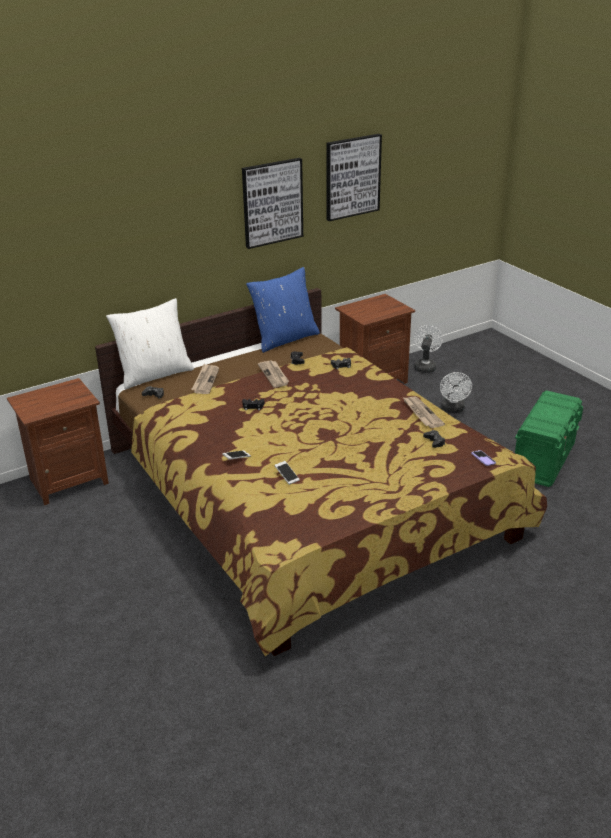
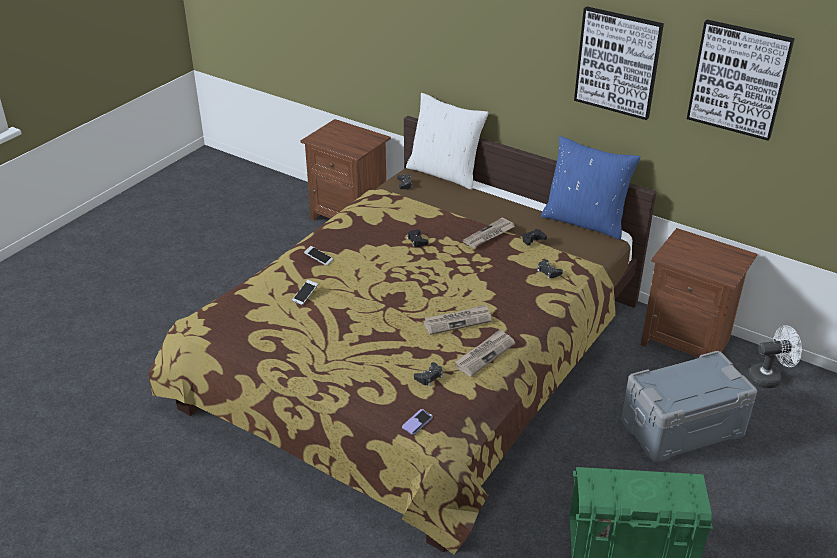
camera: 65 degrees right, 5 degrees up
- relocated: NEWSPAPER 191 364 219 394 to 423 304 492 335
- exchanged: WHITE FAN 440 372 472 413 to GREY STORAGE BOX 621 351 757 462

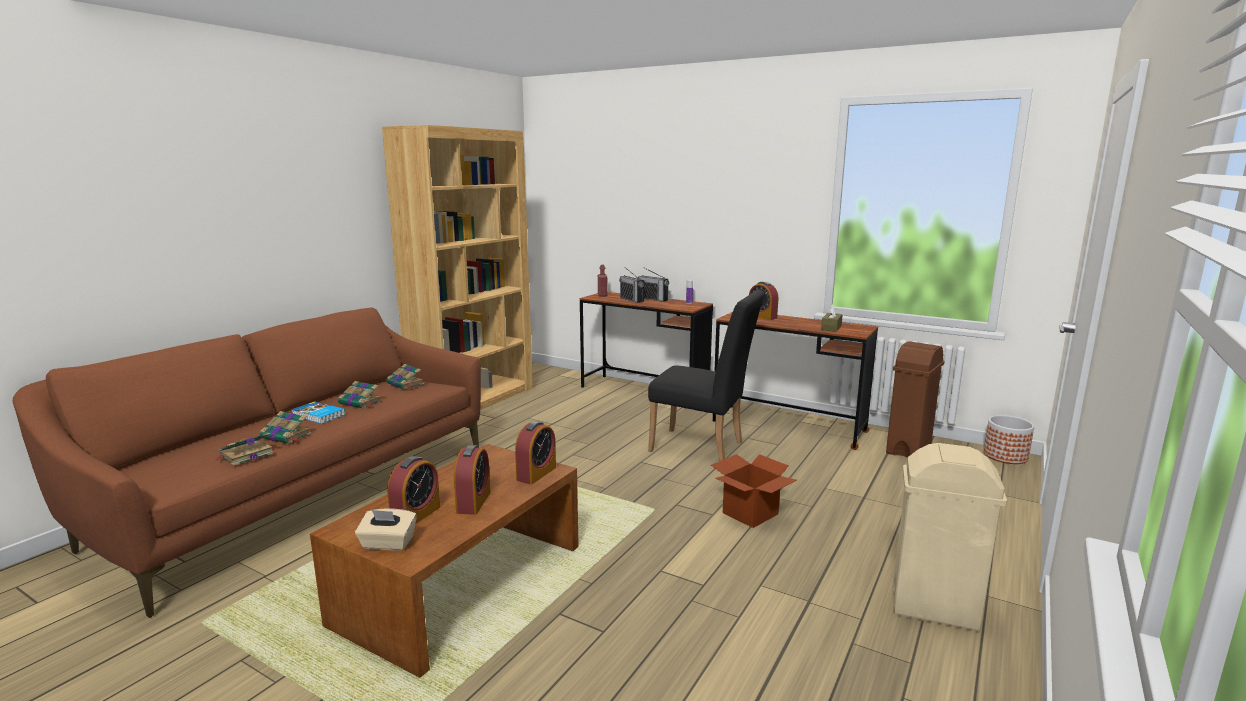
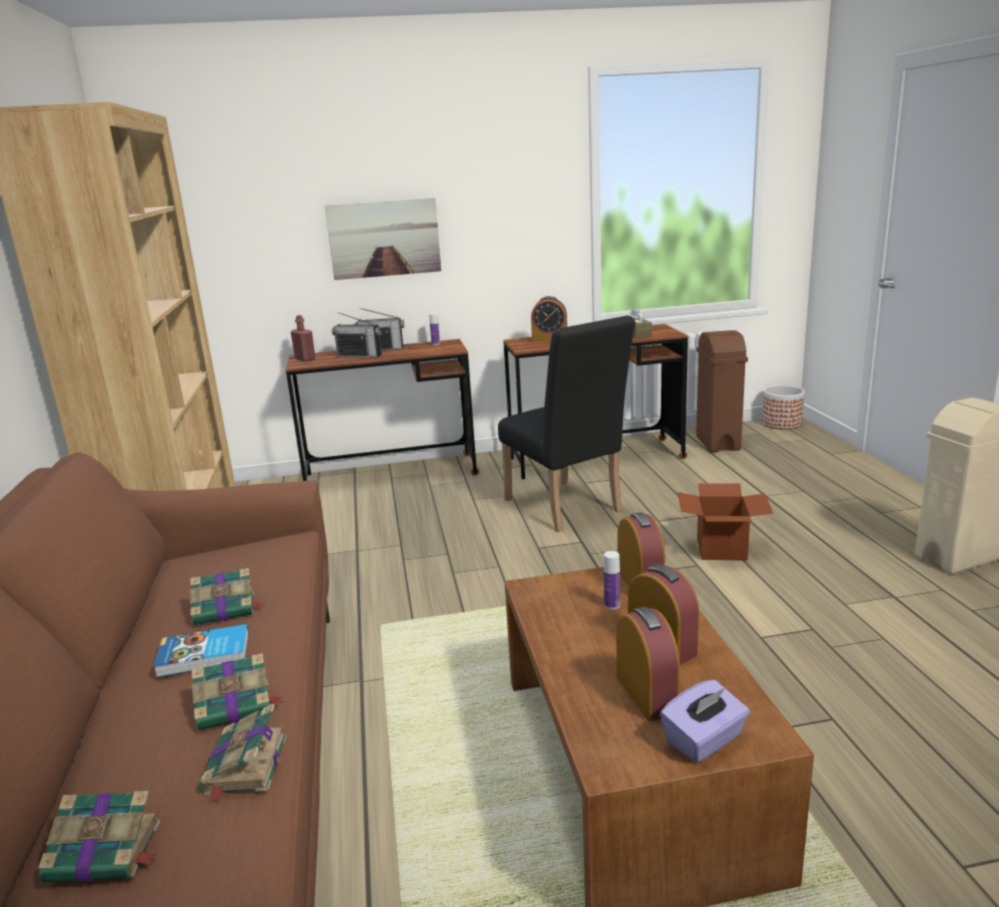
camera: 40 degrees left, 5 degrees up
- relocated: BOOK 386 364 424 390 to 38 791 160 882
- appeared: PICTURE 325 197 441 280
- spun: BLACK CHAIR 648 290 765 461 = 498 316 635 532 75 degrees clockwise
- appeared: BOTTLE 604 551 620 610
- colour: BEIGE TISSUE BOX 355 509 417 551 to PURPLE TISSUE BOX 660 680 750 763

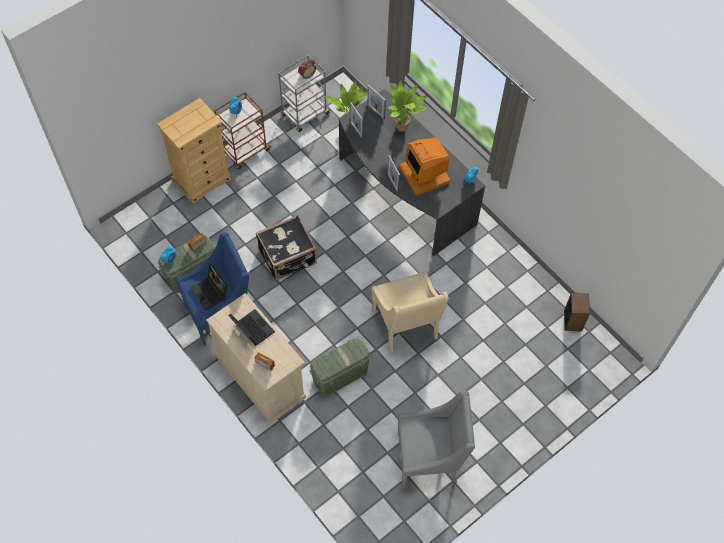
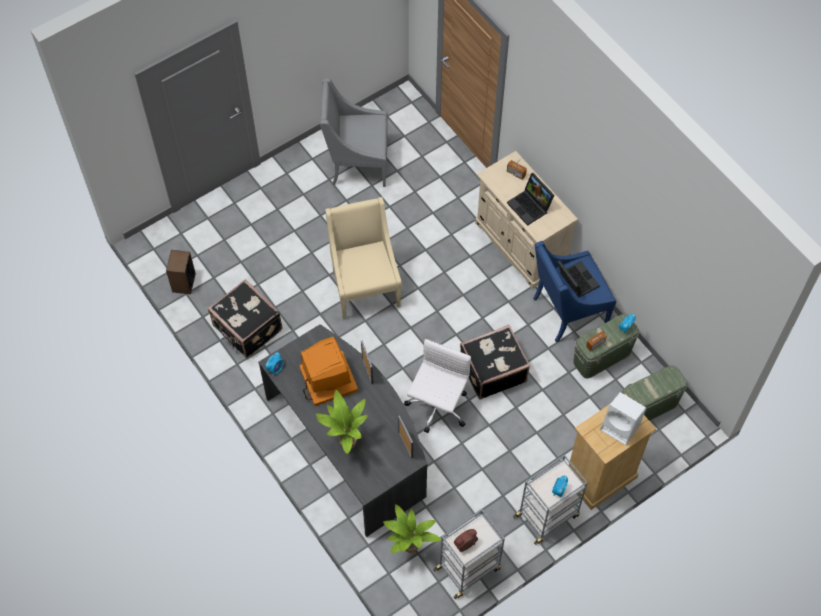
camera: 175 degrees left, 0 degrees up
- appeared: BLACK SUITCASE 208 279 283 358
- appeared: WHITE OFFICE CHAIR 404 339 471 433
- colour: BROWN CART 214 92 271 170 to GREY CART 513 455 588 545
- appeared: WHITE SPEAKER 600 392 646 445
- relocated: GREEN STORAGE BOX 309 338 371 397 to 621 365 687 421
- missing: PICTURE FRAME 367 85 386 119

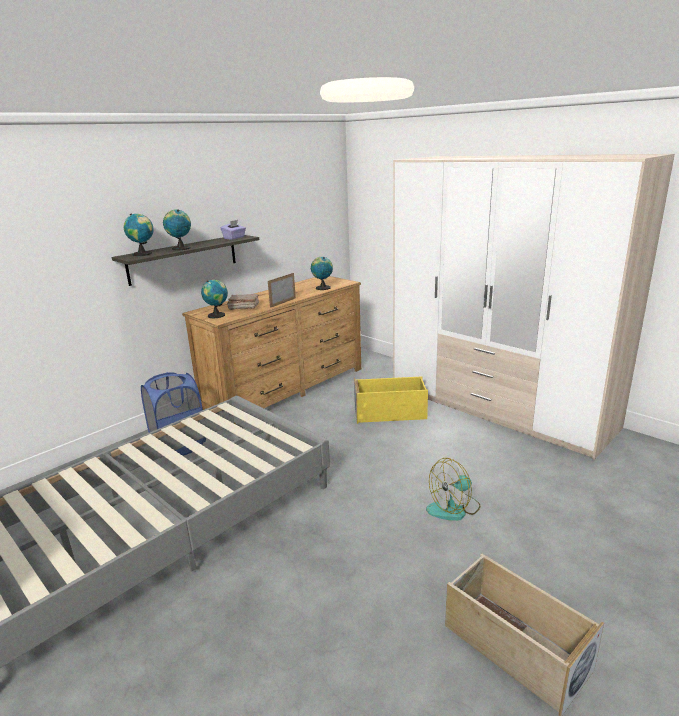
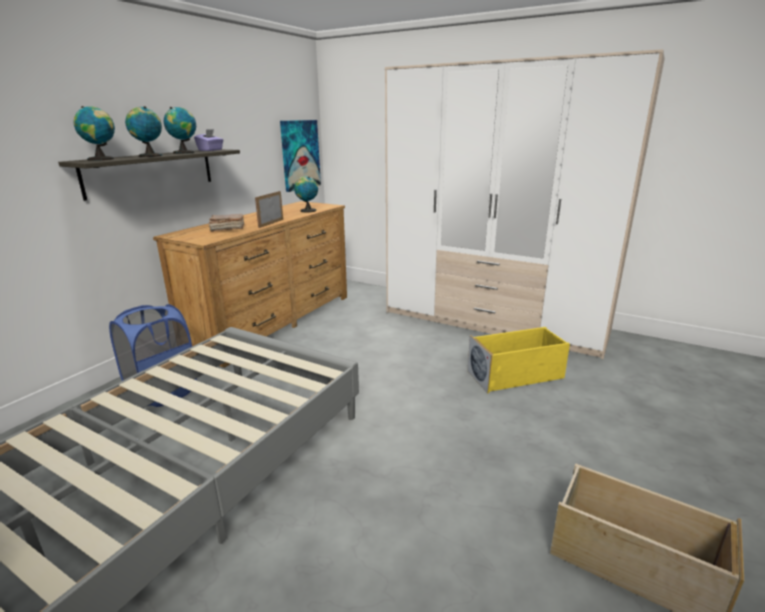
camera: 15 degrees left, 0 degrees up
- relocated: GLOBE 201 280 228 318 to 164 107 196 154
- appeared: PICTURE 280 120 321 192
- relocated: YELLOW STORAGE BOX 354 376 428 424 to 467 327 570 393
- missing: FAN 426 458 480 521

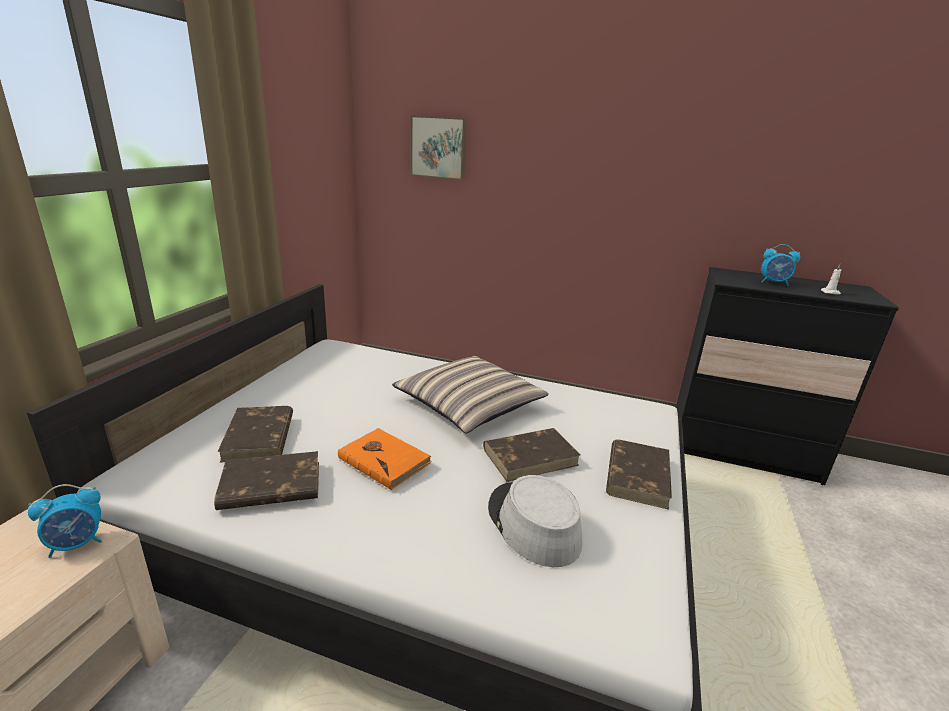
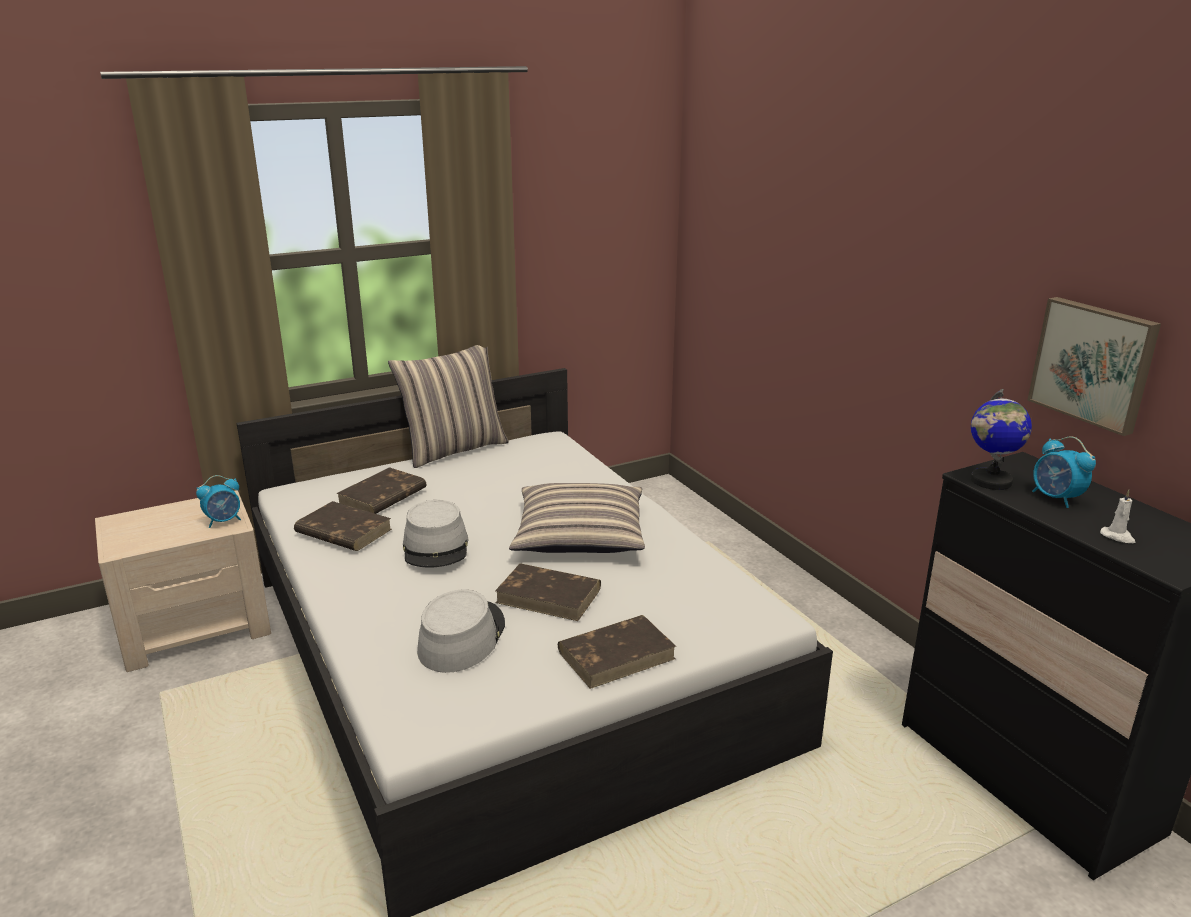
camera: 45 degrees right, 0 degrees up
- spun: ALARM CLOCK 28 484 102 558 = 196 475 241 528 45 degrees counterclockwise
- appeared: PILLOW 388 345 509 468
- exchanged: ORANGE BOOK 338 428 432 490 to GREY HAT 403 500 469 568
- appeared: GLOBE 971 389 1032 490
- relocated: PICTURE 410 115 467 180 to 1027 297 1161 436

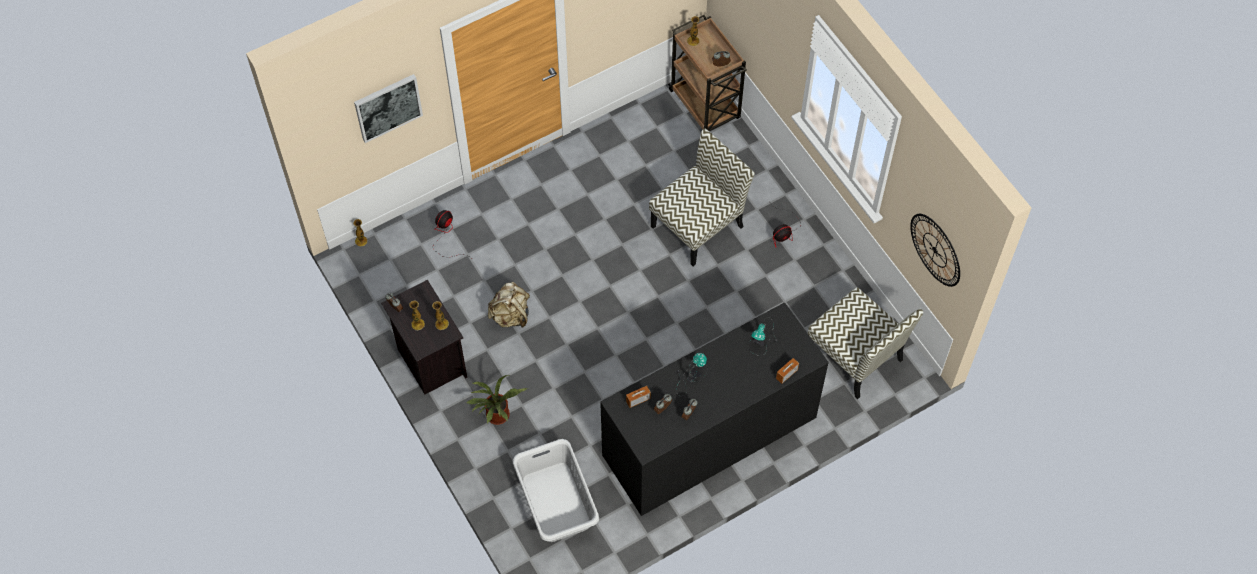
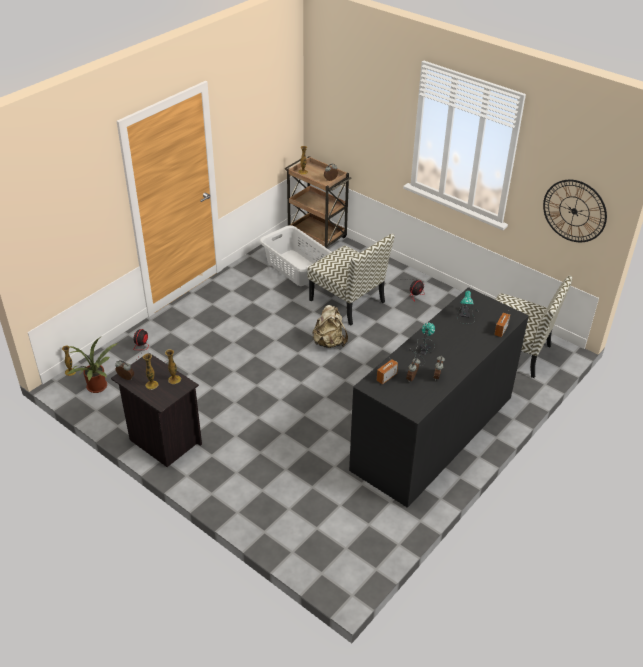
camera: 20 degrees left, 20 degrees down
- relocated: POTTED PLANT 466 375 528 425 to 67 337 118 393
- relocated: GREY LAUNDRY BASKET 512 439 599 542 to 259 225 331 286
- spun: CHAIR 649 129 755 266 = 308 234 395 325 105 degrees clockwise
- relocated: BEIGE BACKPACK 488 282 530 328 to 313 305 348 348
- missing: PICTURE 354 74 423 143

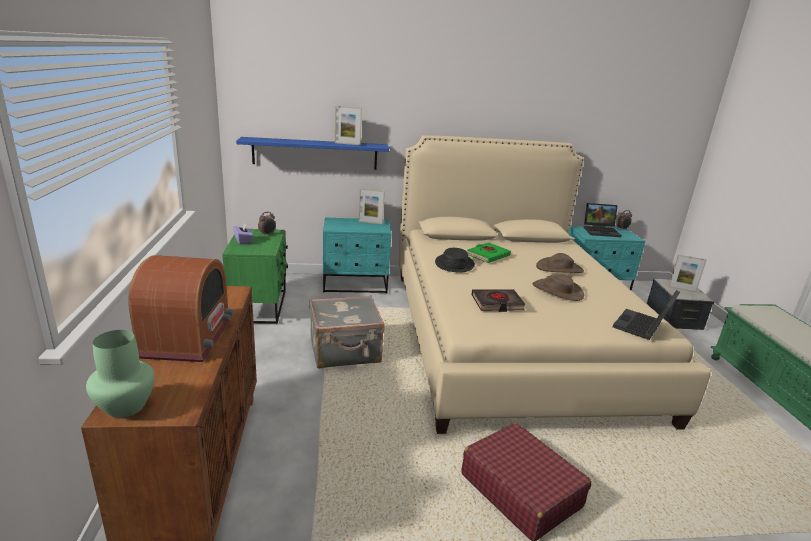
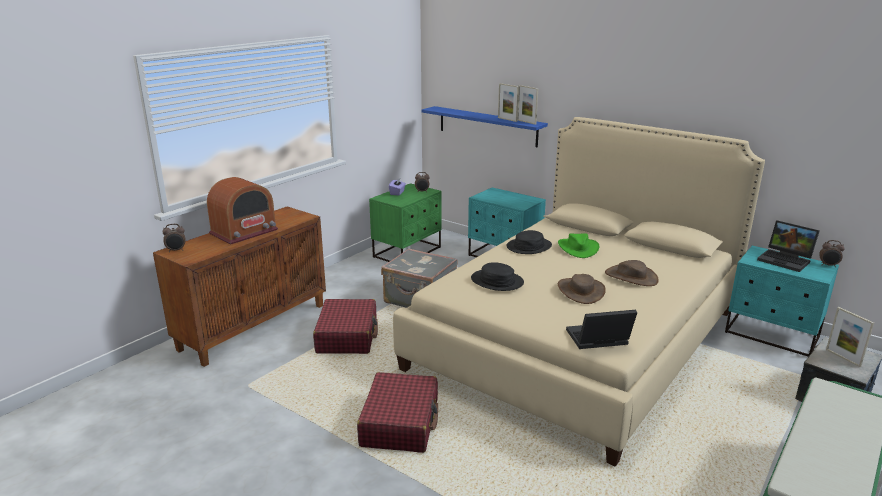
camera: 45 degrees right, 0 degrees up
- exchanged: GREEN VASE 86 330 155 418 to ALARM CLOCK 163 224 186 252
- appeared: RED SUITCASE 313 299 378 354
- exchanged: BLACK BOOK 471 289 526 312 to BLACK HAT 471 262 524 291
- relocated: PICTURE FRAME 359 188 385 224 to 517 85 538 125
- exchanged: GREEN BOOK 467 242 511 263 to GREEN HAT 558 233 599 258

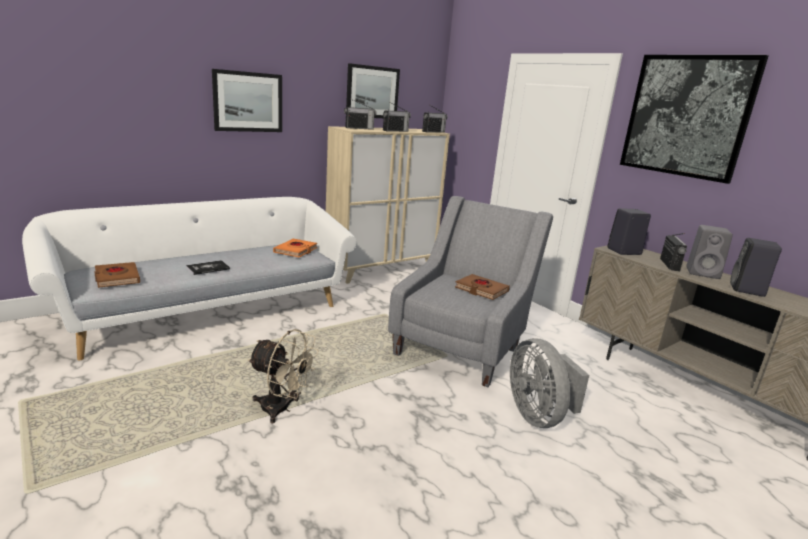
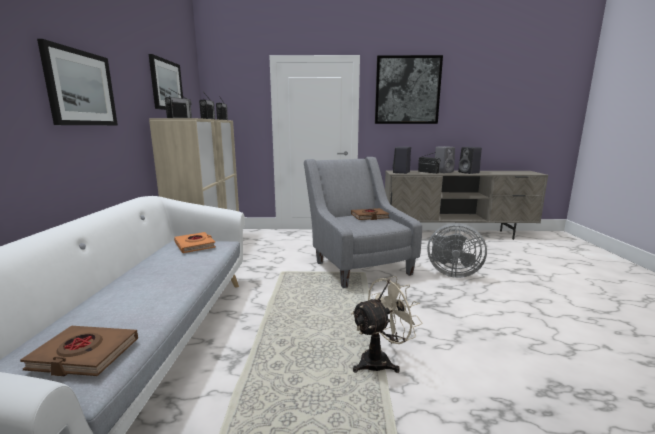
camera: 50 degrees left, 5 degrees down
- missing: BOOK 186 260 230 275

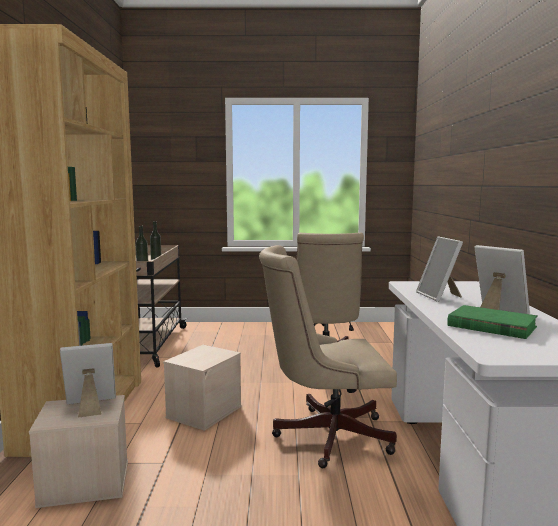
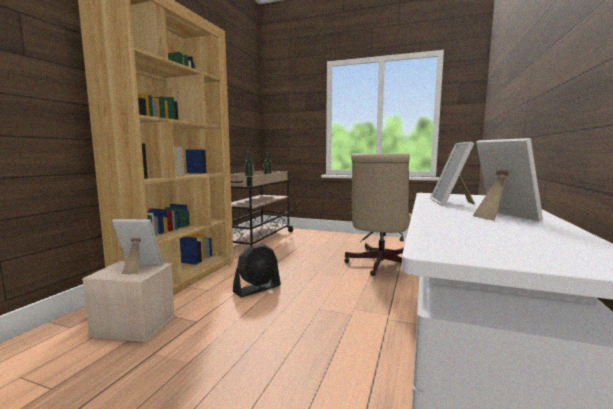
camera: 20 degrees right, 0 degrees up
- exchanged: BEIGE STORAGE BOX 163 345 241 431 to BLACK FAN 233 244 281 297
- missing: BEIGE OFFICE CHAIR 259 245 397 468
- missing: GREEN BOOK 447 305 538 339

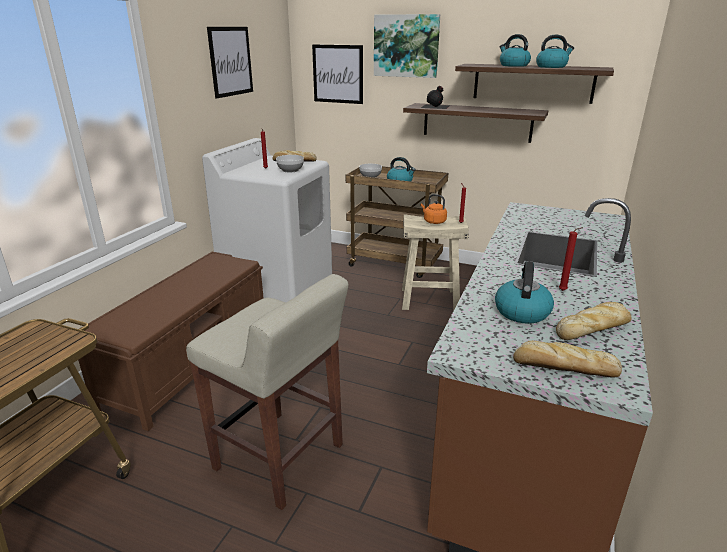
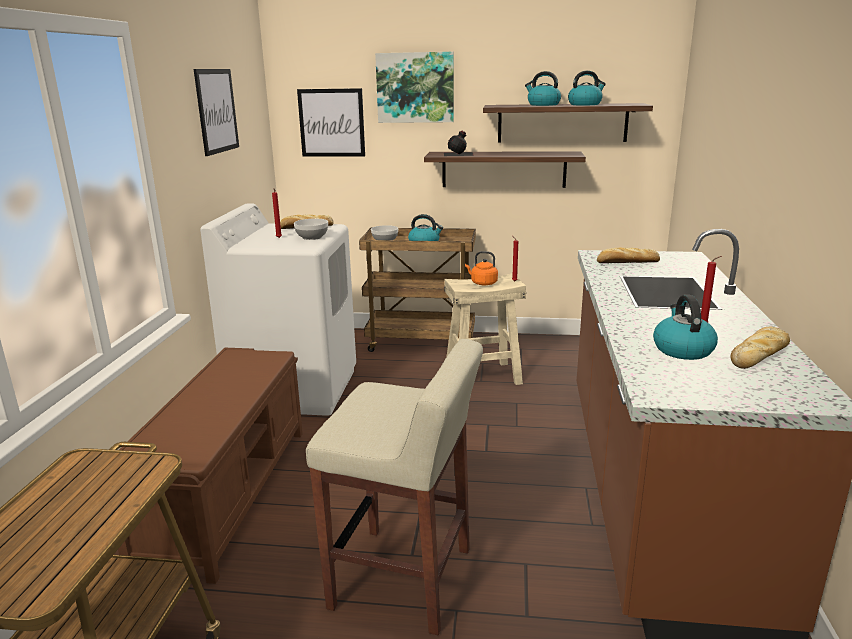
camera: 15 degrees left, 5 degrees down
- relocated: BREAD 513 340 622 378 to 597 248 660 263

